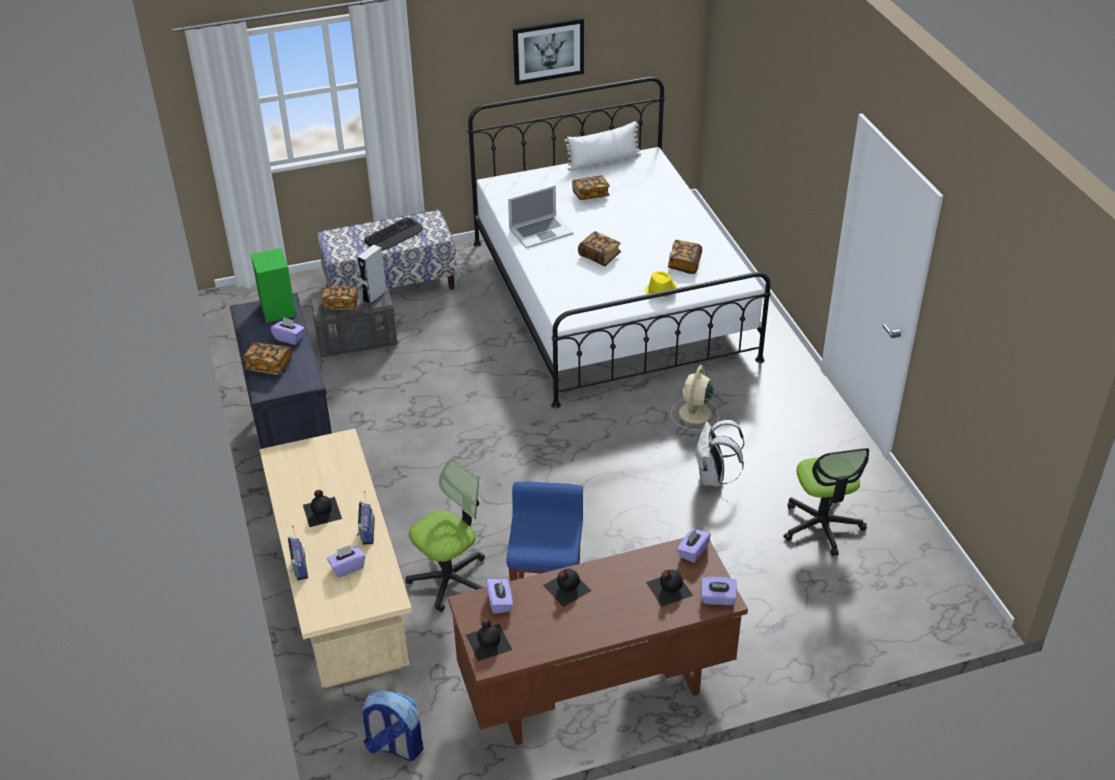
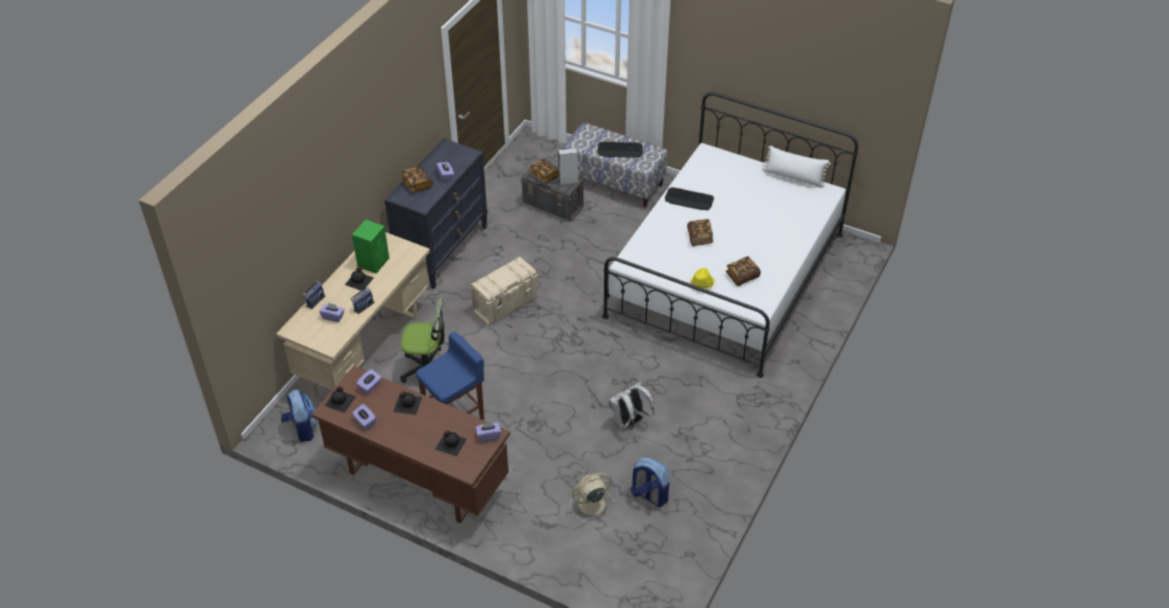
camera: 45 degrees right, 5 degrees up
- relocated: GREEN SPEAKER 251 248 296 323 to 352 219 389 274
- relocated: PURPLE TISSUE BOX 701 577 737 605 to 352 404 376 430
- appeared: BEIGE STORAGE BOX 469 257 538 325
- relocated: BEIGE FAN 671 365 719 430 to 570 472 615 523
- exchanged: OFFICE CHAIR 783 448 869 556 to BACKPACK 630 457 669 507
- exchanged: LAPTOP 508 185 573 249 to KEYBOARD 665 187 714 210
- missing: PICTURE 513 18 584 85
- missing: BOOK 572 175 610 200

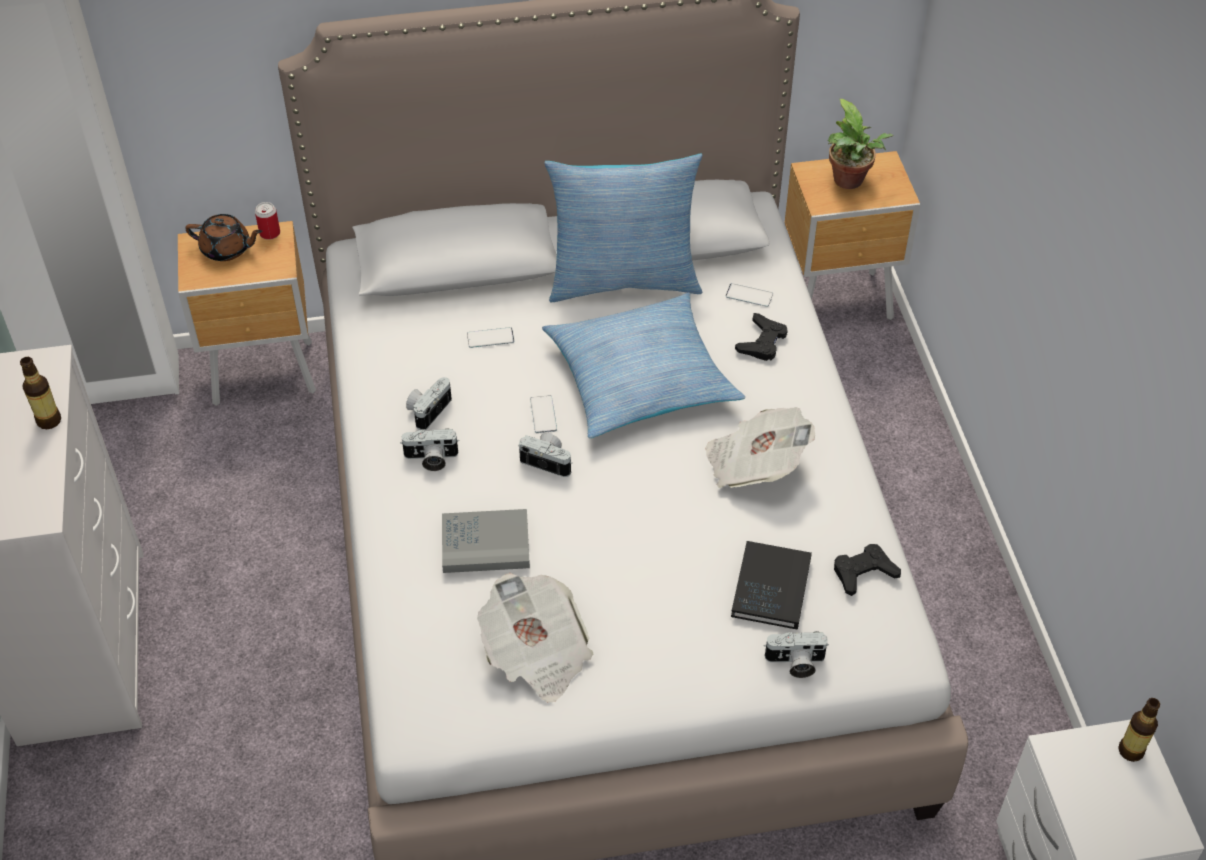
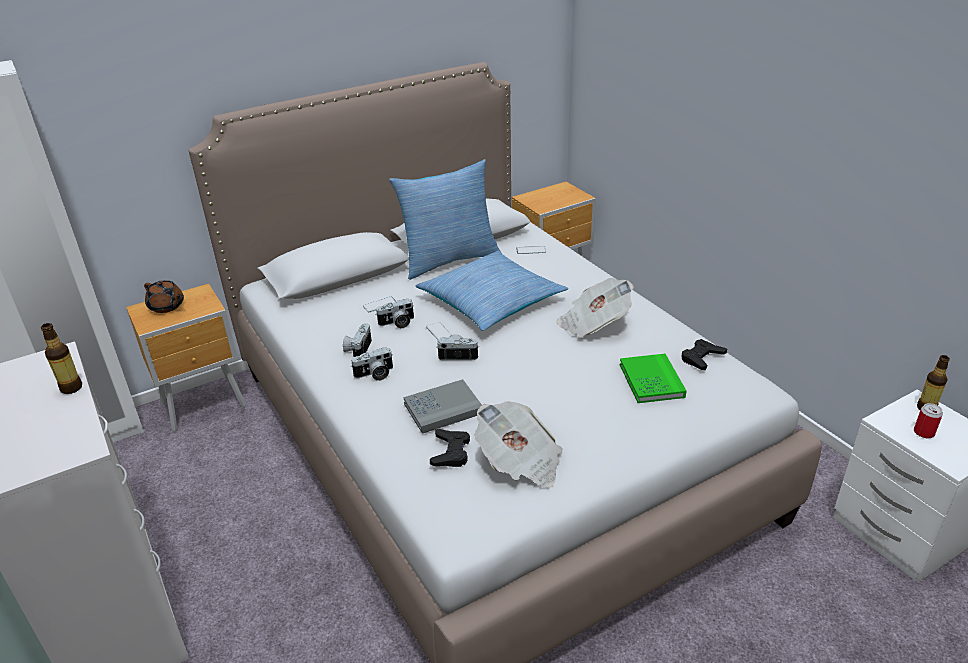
camera: 20 degrees left, 15 degrees down
- spun: BROWN TEAPOT 185 214 262 261 = 144 280 184 313 45 degrees clockwise
- relocated: PHOTO CAMERA 764 631 829 678 to 376 298 414 328
- relocated: BLACK GAME CONTROLLER 735 313 788 361 to 430 429 470 467
- colour: BLACK BOOK 731 541 812 630 to GREEN BOOK 620 354 687 403
- relocated: CAN 255 202 280 240 to 914 403 943 438
- missing: POTTED PLANT 828 99 894 189

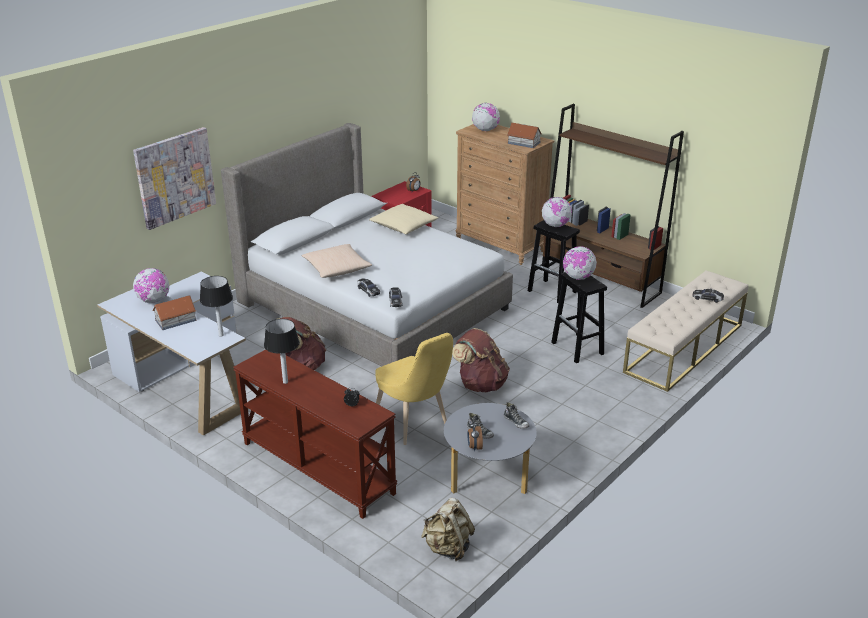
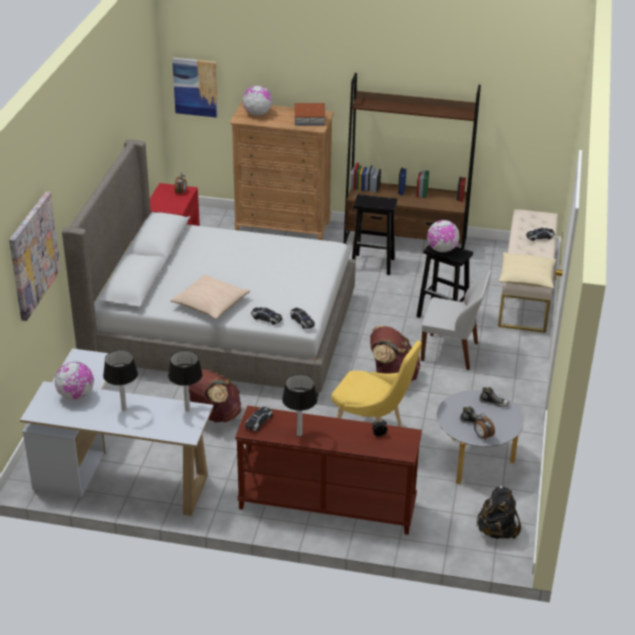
camera: 30 degrees left, 5 degrees up
- exchanged: TOY HOUSE 152 295 197 330 to TABLE LAMP 103 350 138 411
- appeared: PICTURE 172 58 218 118
- appeared: TOY CAR 245 407 273 431
- appeared: WHITE CHAIR 421 270 492 370
- colour: BEIGE BACKPACK 421 498 475 561 to BLACK BACKPACK 476 486 521 539
- relocated: BEIGE PILLOW 369 204 438 234 to 499 252 556 289
- missing: GLOBE 542 197 572 227

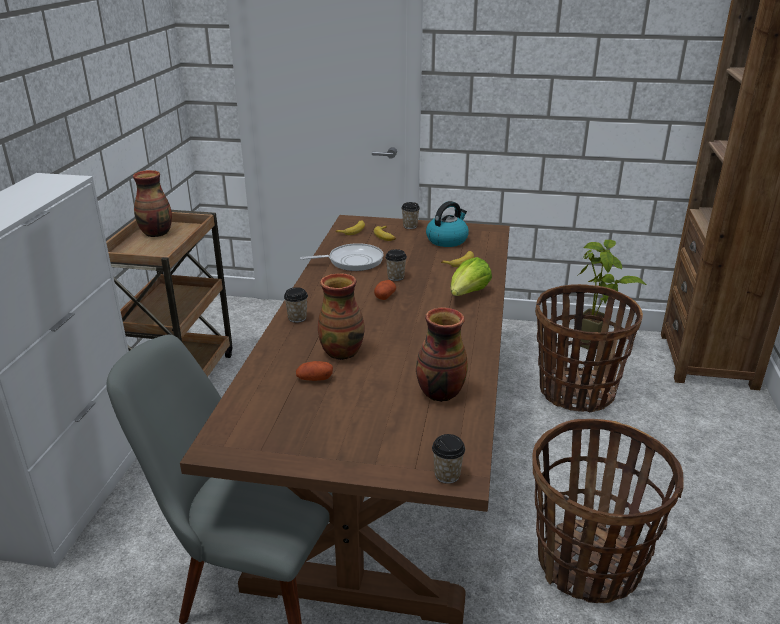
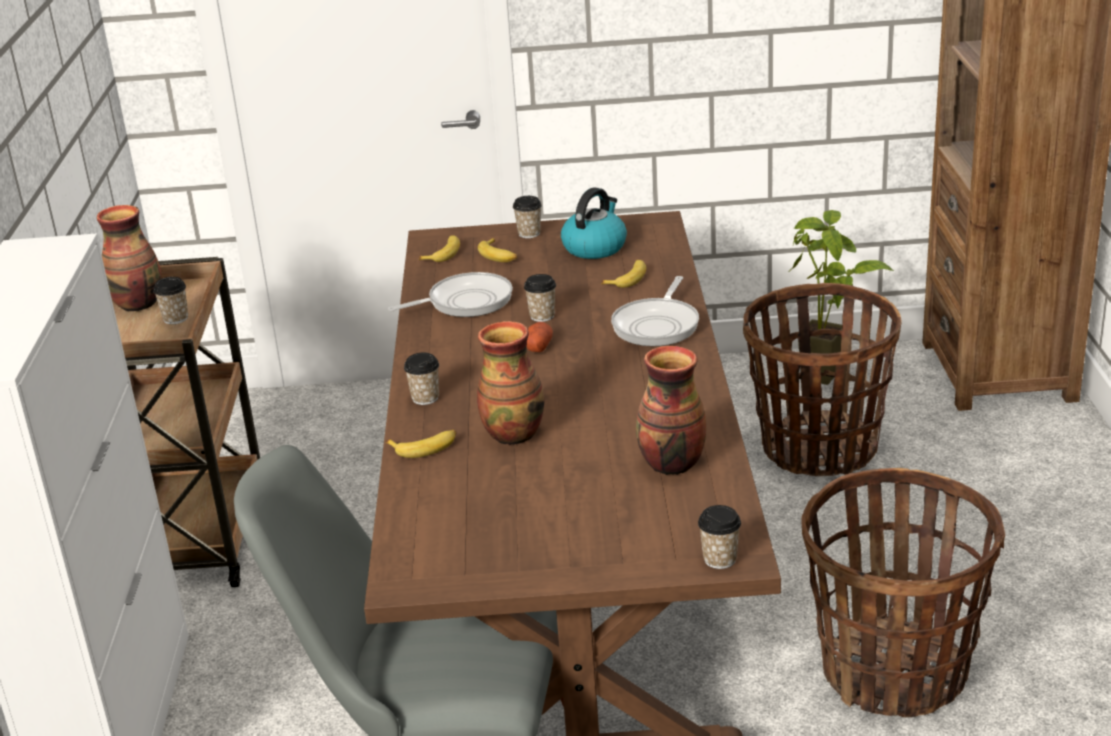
camera: 10 degrees left, 0 degrees up
- appeared: CUP 153 277 188 324
- appeared: BANANA 386 430 456 458
- exchanged: LETTUCE 450 257 492 296 to FRYING PAN 611 276 699 346
- missing: POTATO 296 361 333 381

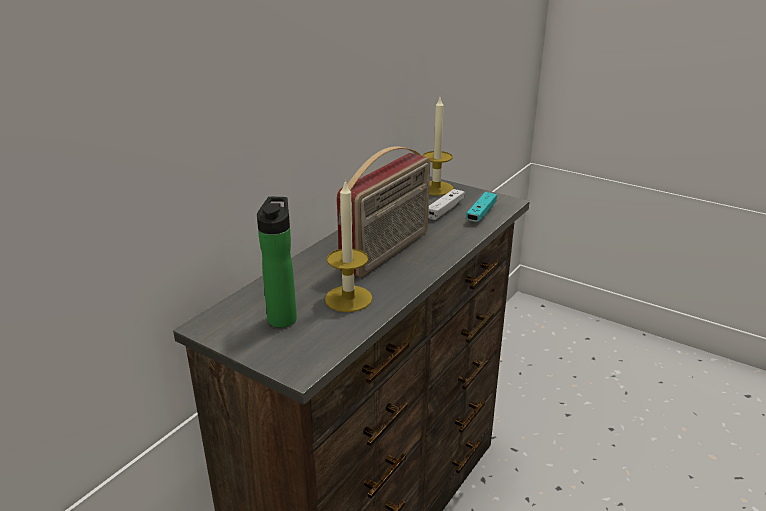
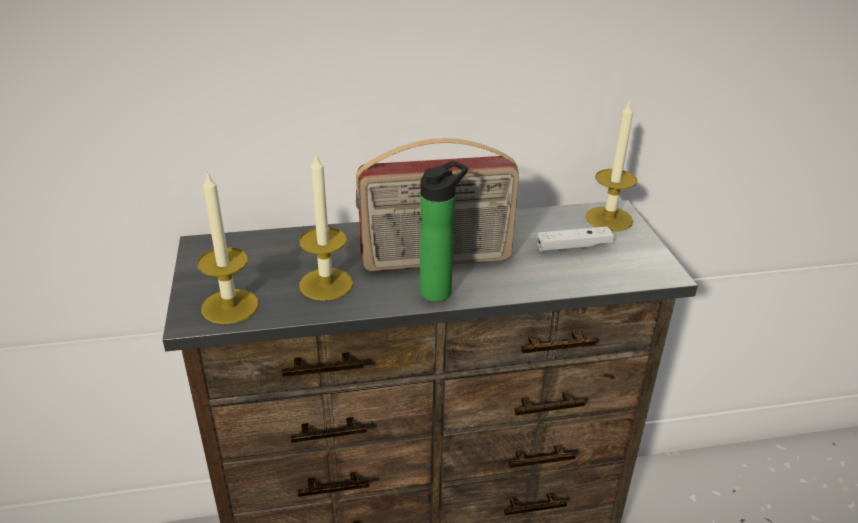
camera: 45 degrees right, 5 degrees up
- appeared: CANDLE 197 171 259 324
- relocated: BOTTLE 257 197 297 328 to 420 161 468 302
- missing: TURQUOISE GAME CONTROLLER 466 192 497 222

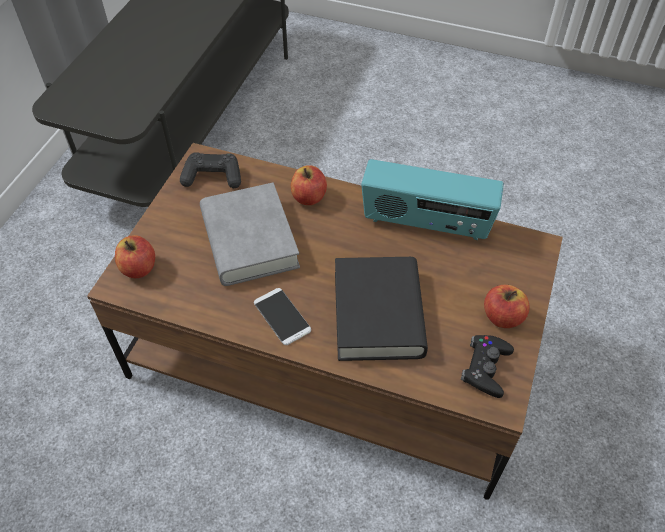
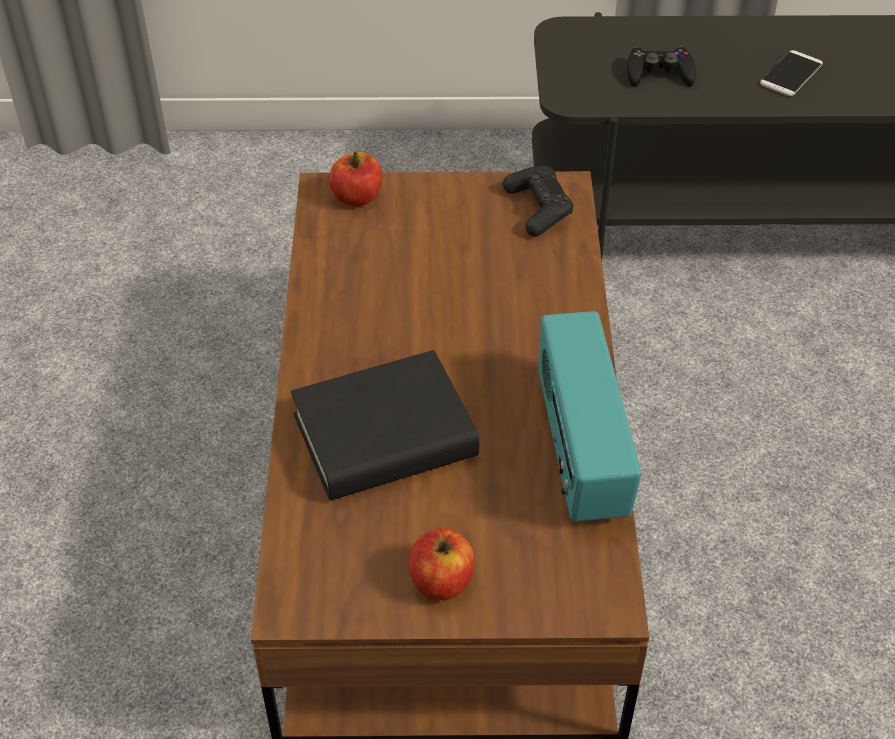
camera: 70 degrees right, 5 degrees down
- relocated: BLACK GAME CONTROLLER 461 335 514 398 to 627 46 695 87
- relocated: PHONE 254 288 311 345 to 760 50 823 96
- missing: GREY BOOK 200 182 300 286
- missing: APPLE 291 165 327 205

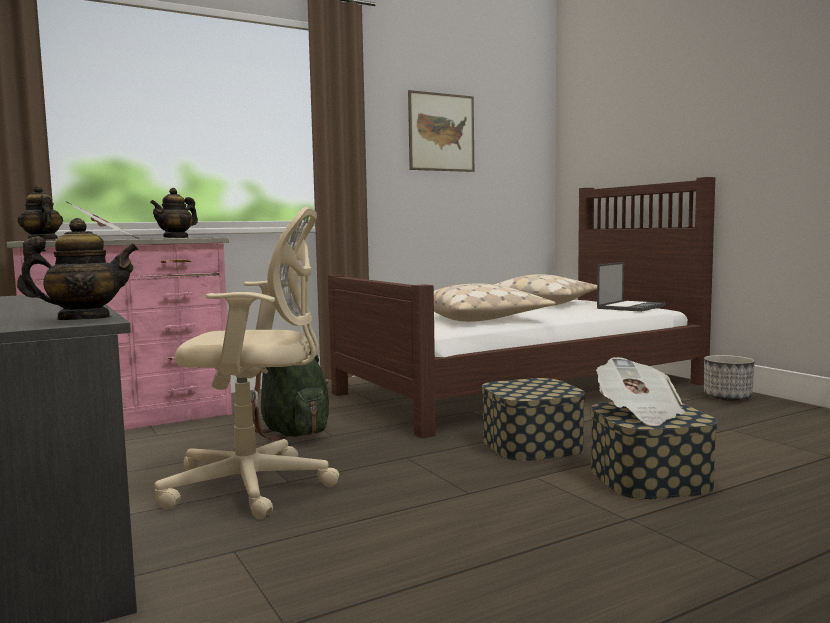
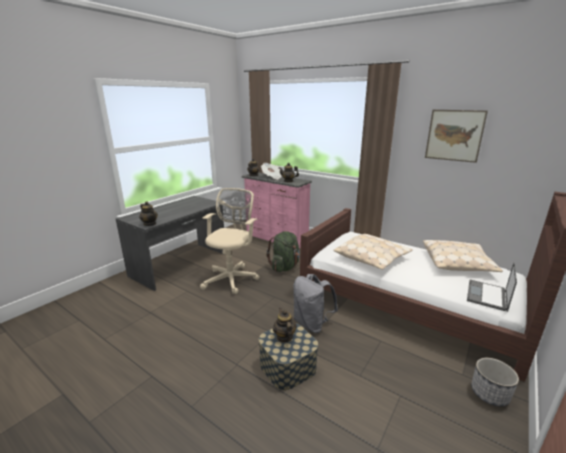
camera: 65 degrees right, 15 degrees up
- spun: BEIGE OFFICE CHAIR 154 207 339 519 = 200 188 259 294 135 degrees counterclockwise
- exchanged: NEWSPAPER 596 357 685 426 to TEAPOT 273 308 297 343
- exchanged: STORAGE BOX 482 378 585 461 to GREY BACKPACK 293 274 338 333
- spun: LAPTOP 597 262 666 312 = 467 263 517 312 105 degrees clockwise

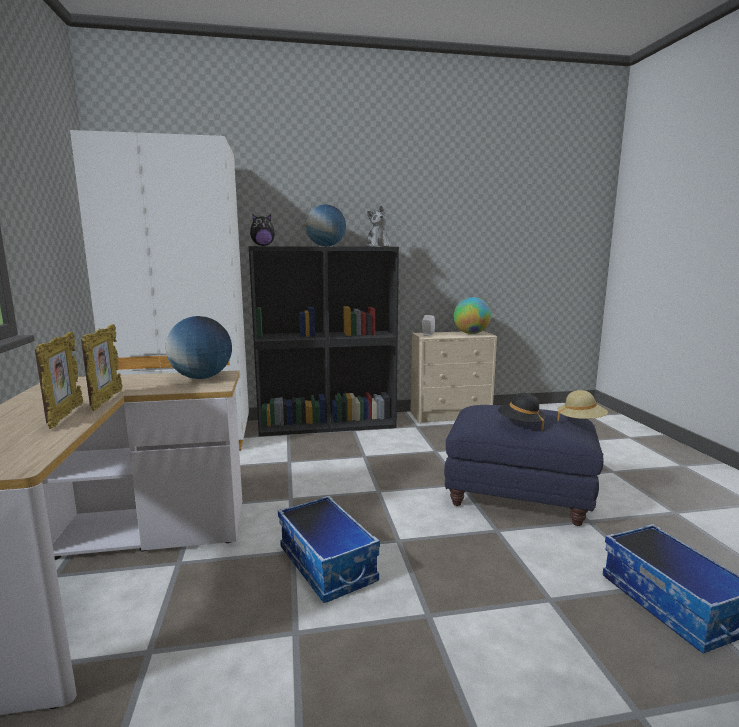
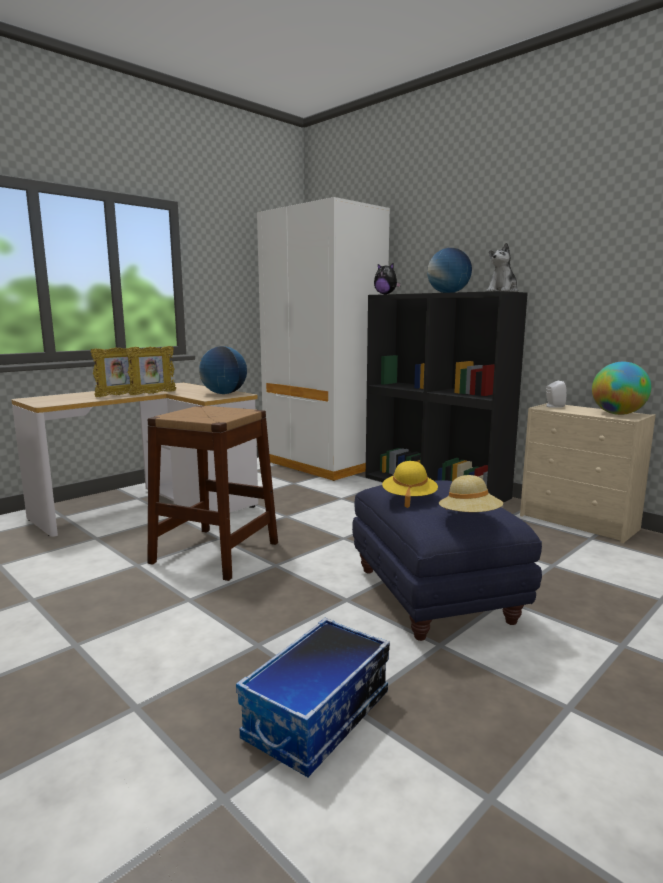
camera: 55 degrees right, 0 degrees up
- exchanged: STORAGE BOX 278 496 380 603 to BROWN STOOL 147 406 278 581
- colour: BLACK HAT 498 393 546 430 to YELLOW HAT 382 461 438 508

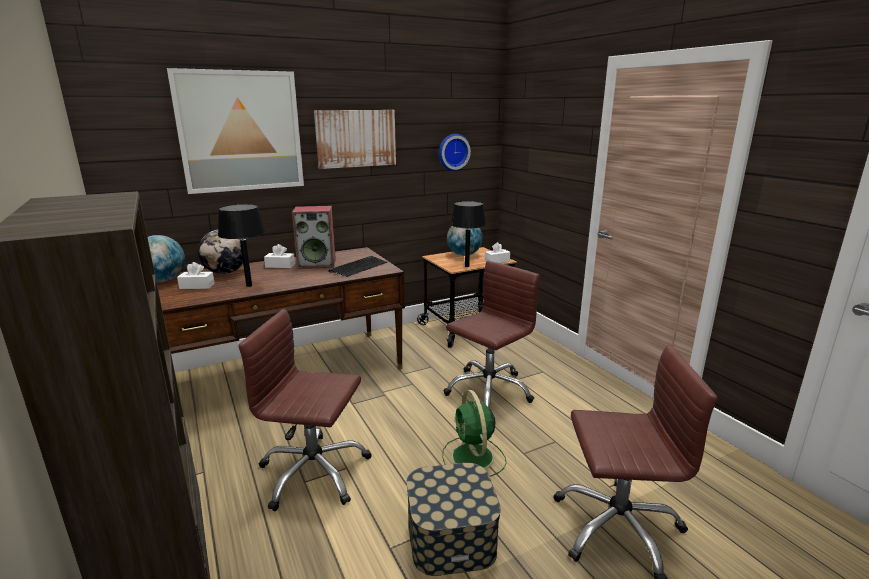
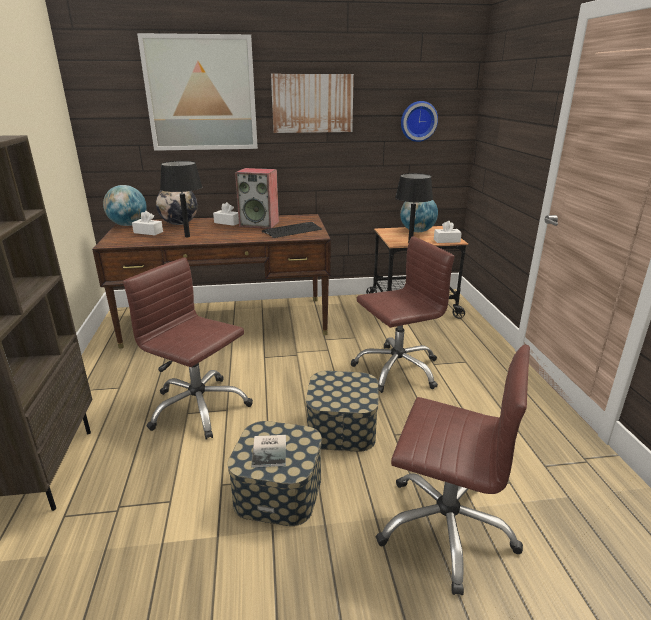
camera: 20 degrees right, 5 degrees up
- appeared: BOOK 251 435 286 467
- exchanged: GREEN FAN 442 390 506 477 to STORAGE BOX 306 371 378 452

